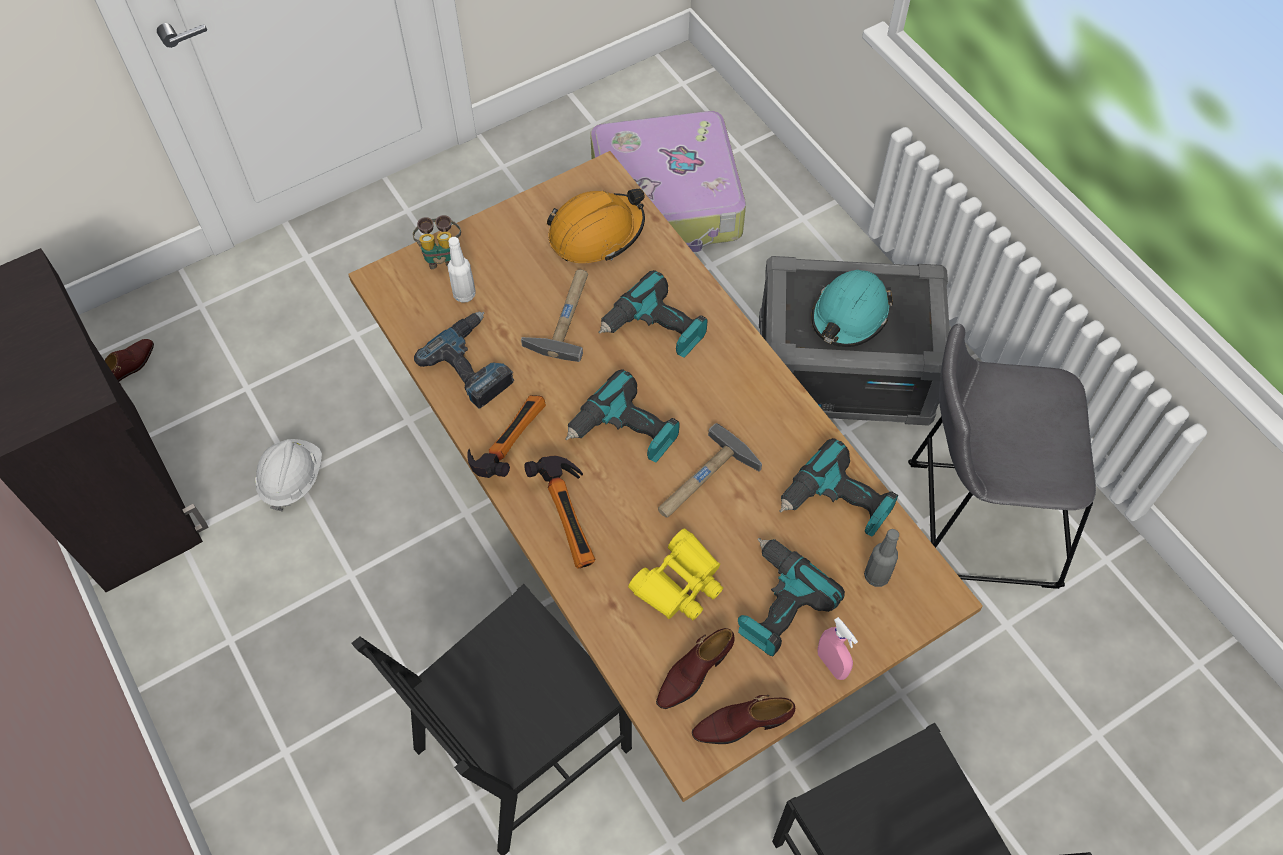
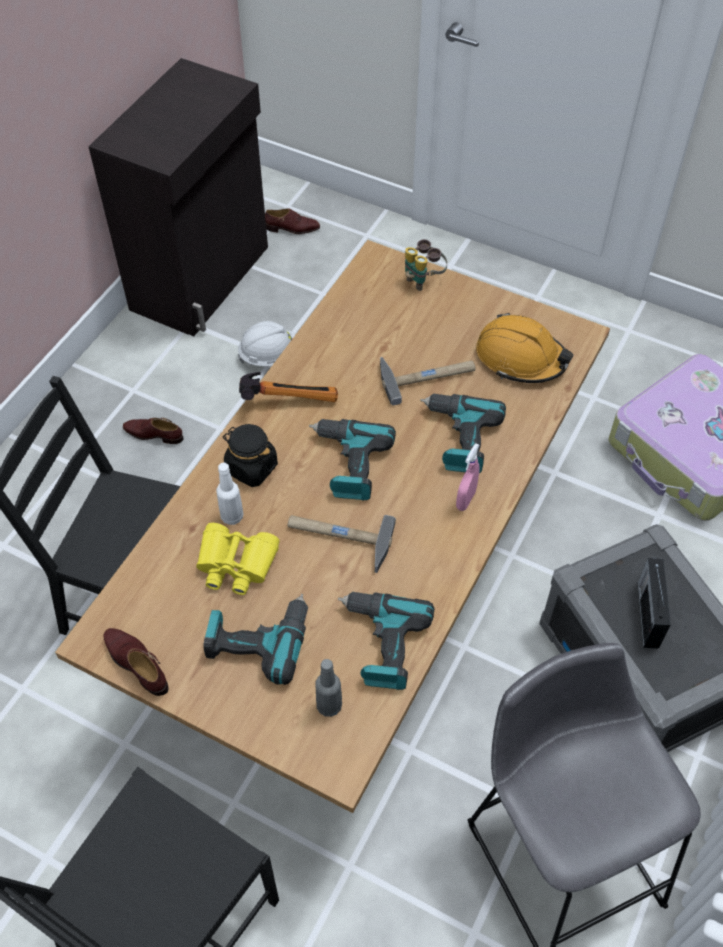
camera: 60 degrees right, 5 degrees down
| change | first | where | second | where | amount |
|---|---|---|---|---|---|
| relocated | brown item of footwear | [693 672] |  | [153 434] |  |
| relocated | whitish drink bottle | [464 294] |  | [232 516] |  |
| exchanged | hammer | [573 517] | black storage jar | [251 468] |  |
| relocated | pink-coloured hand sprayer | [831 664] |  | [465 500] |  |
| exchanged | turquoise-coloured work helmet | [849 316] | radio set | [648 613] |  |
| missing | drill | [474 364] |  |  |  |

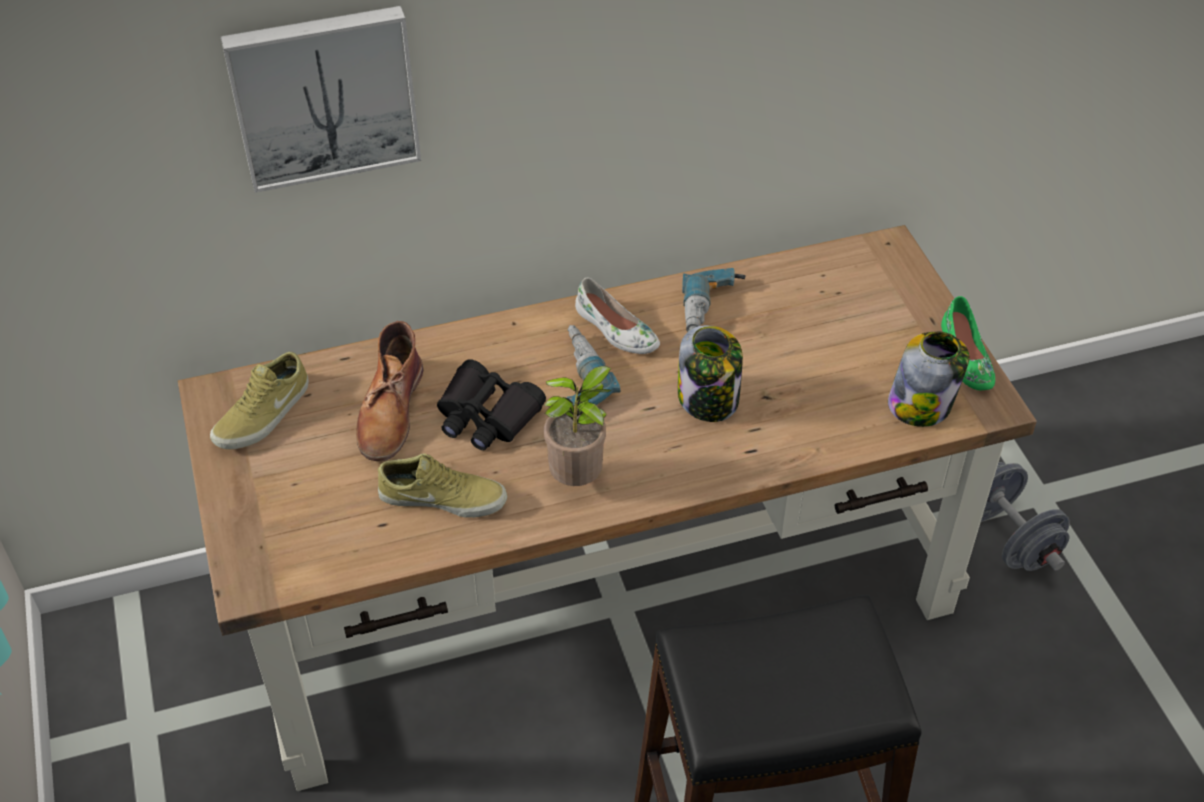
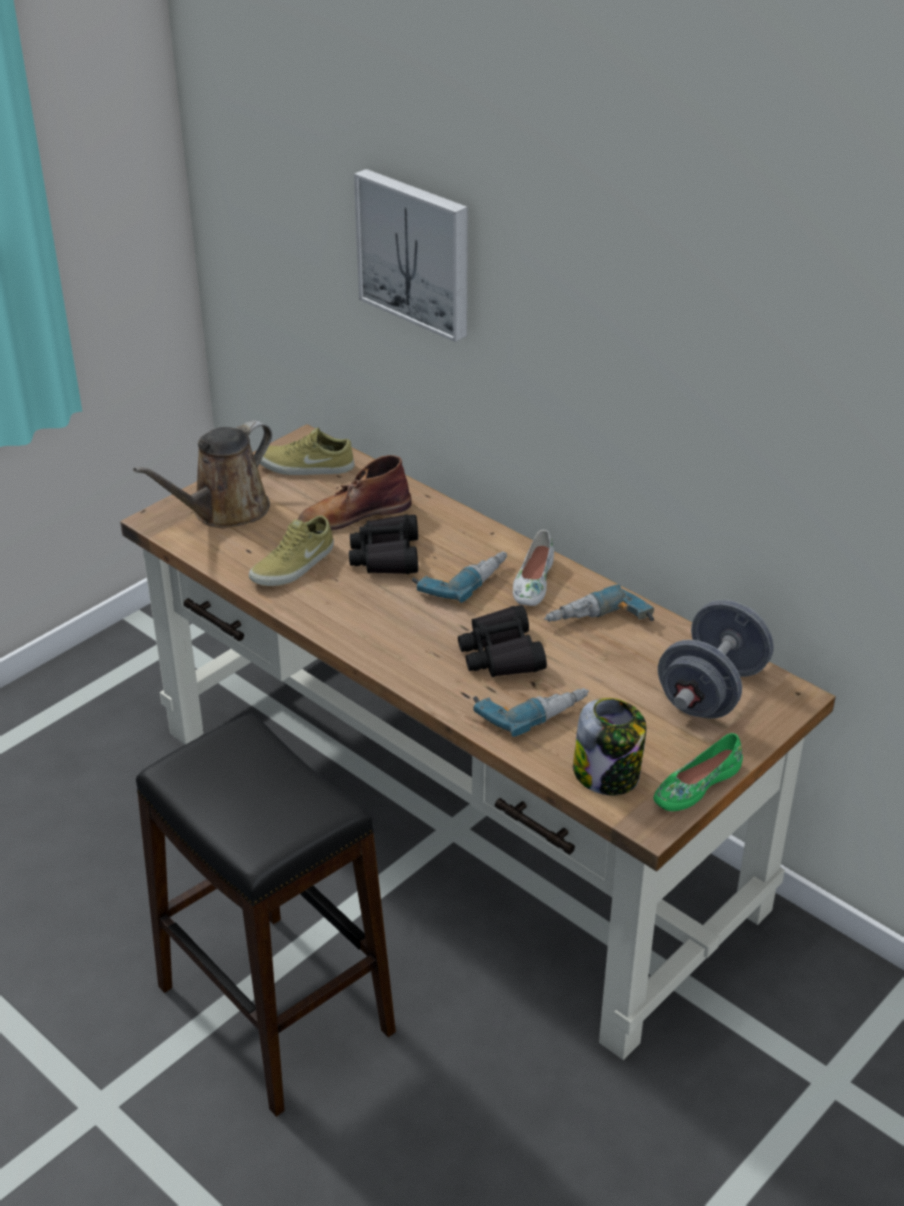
camera: 60 degrees right, 10 degrees down
| change | first | where | second | where | amount |
|---|---|---|---|---|---|
| appeared |  |  | brown watering can | [224 511] |  |
| spun | sand-coloured item of footwear | [443 496] |  | [294 566] | 60 degrees clockwise |
| exchanged | storage jar | [709 400] | black field glasses | [501 654] |  |
| appeared |  |  | drill | [530 709] |  |
| relocated | gray free weight | [1007 538] |  | [711 691] |  |
| missing | houseplant | [579 479] |  |  |  |

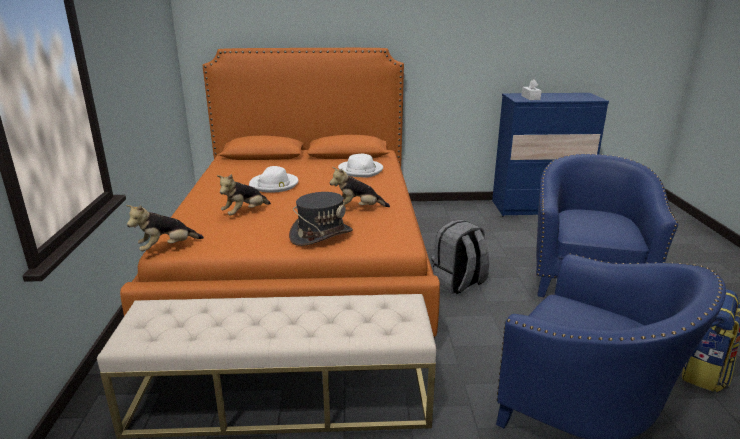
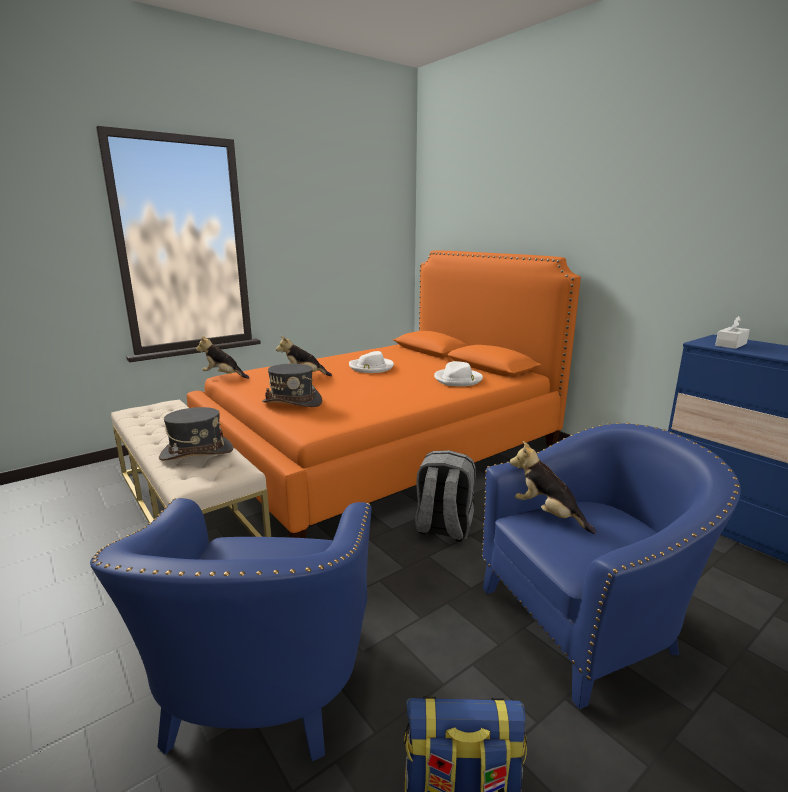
camera: 55 degrees right, 5 degrees down
| change | first | where | second | where | amount |
|---|---|---|---|---|---|
| appeared |  |  | gray hat | [196 453] |  |
| relocated | plush toy | [358 209] |  | [547 514] |  |

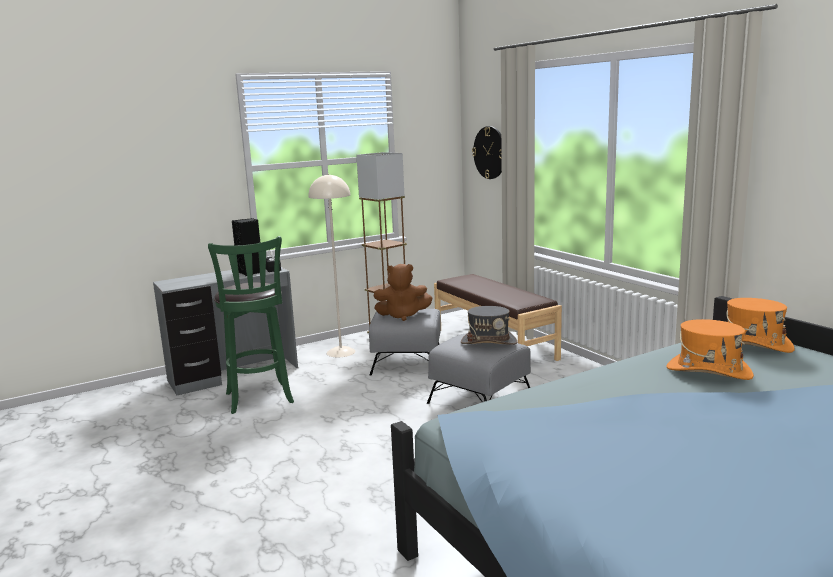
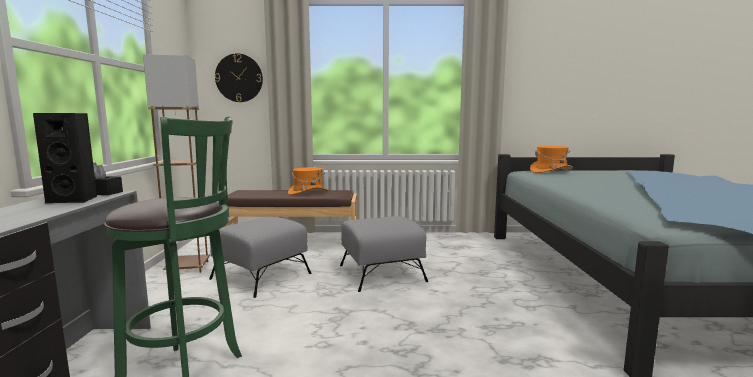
camera: 60 degrees left, 5 degrees down
| change | first | where | second | where | amount |
|---|---|---|---|---|---|
| relocated | orange-coloured hat | [708 371] |  | [308 192] |  |
| missing | sand-coloured floor lamp | [341 352] |  |  |  |
| missing | brown plush toy | [402 315] |  |  |  |
| missing | gray hat | [489 342] |  |  |  |

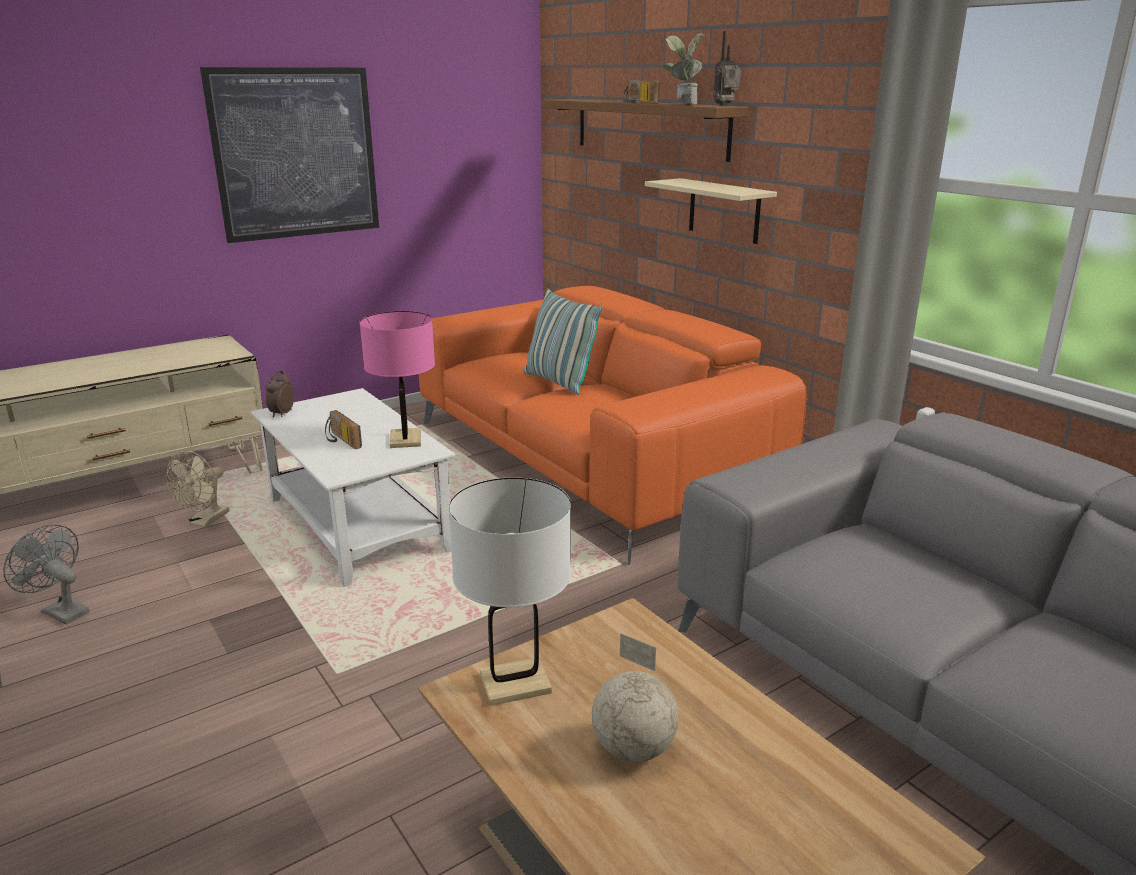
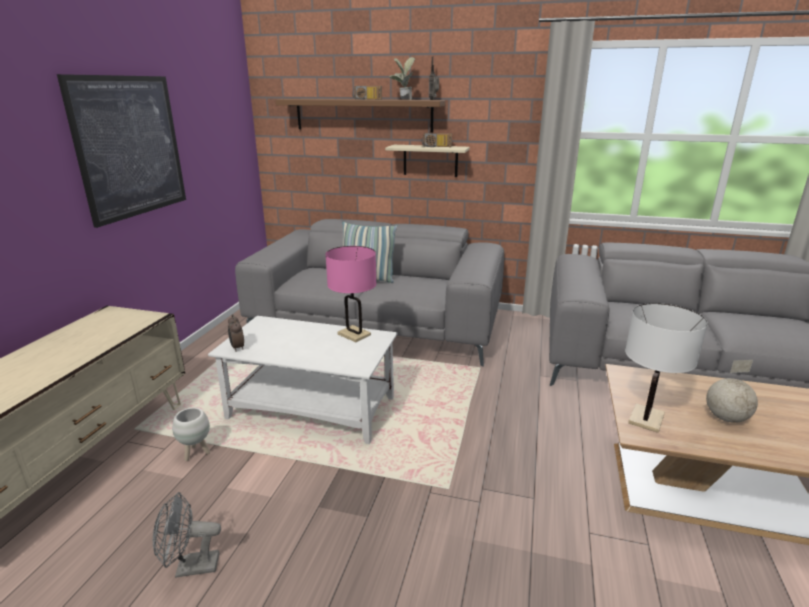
camera: 40 degrees left, 0 degrees up
| change | first | where | second | where | amount |
|---|---|---|---|---|---|
| exchanged | sand-coloured fan | [205 521] | whitish plant pot | [196 453] |  |
| colour | orange-coloured settee | [590 458] | gray settee | [378 323] |  |
| relocated | radio set | [340 441] |  | [436 146] |  |

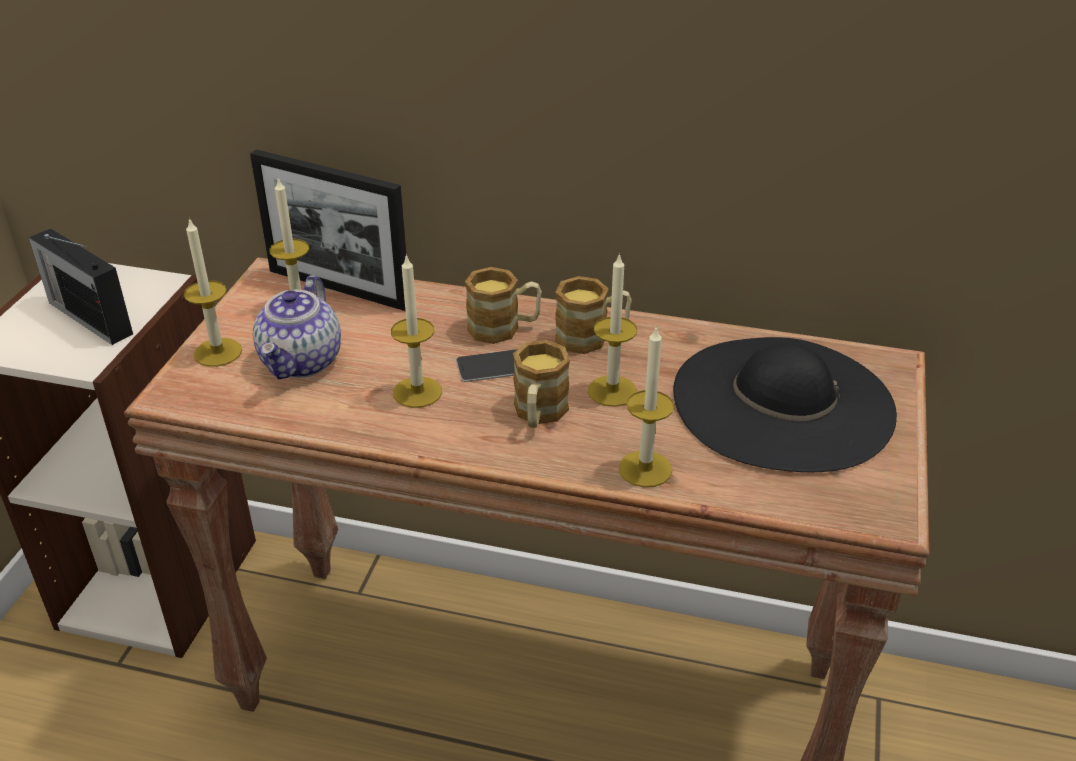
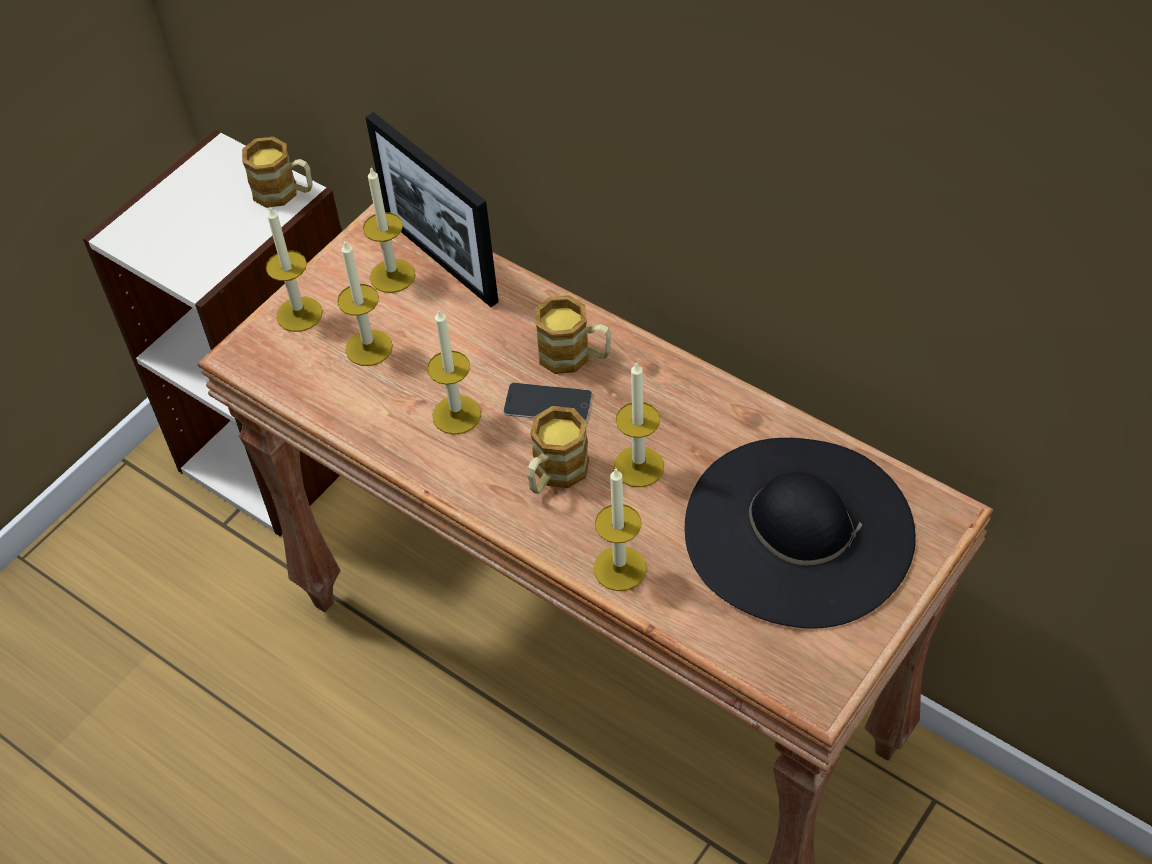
camera: 25 degrees right, 15 degrees up
| change | first | where | second | where | amount |
|---|---|---|---|---|---|
| relocated | tea mug | [592 338] |  | [284 193] |  |
| exchanged | tea pot | [302 362] | wax candle | [369 348] |  |
| missing | radio set | [89 317] |  |  |  |

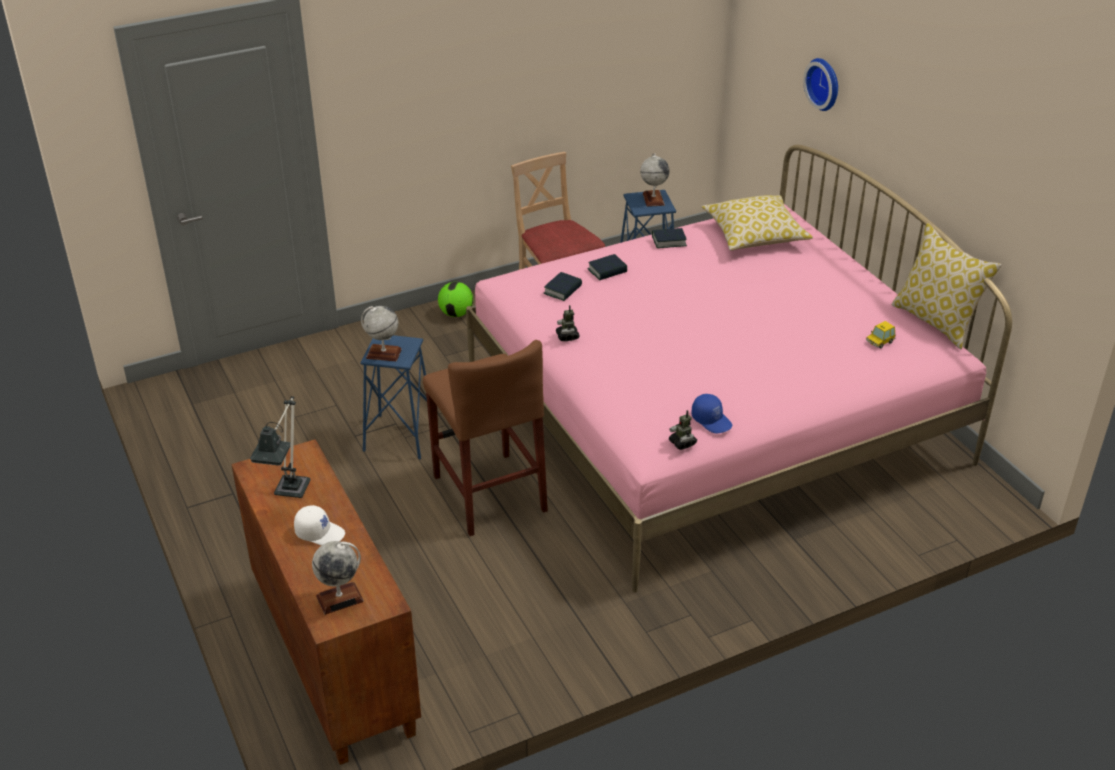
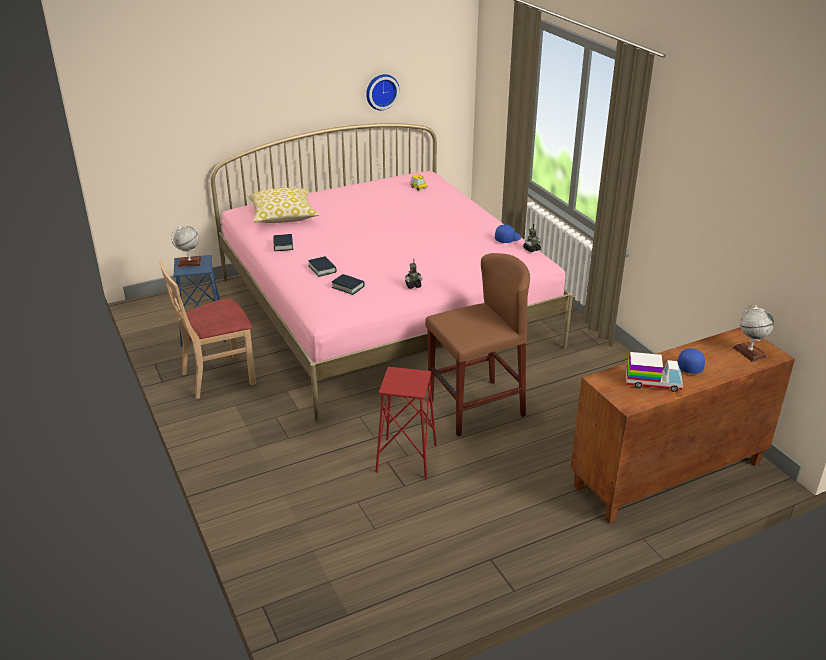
camera: 90 degrees left, 5 degrees down
| change | first | where | second | where | amount |
|---|---|---|---|---|---|
| relocated | clock on the wall | [825 83] |  | [381 91] |  |
| colour | bluish stool | [399 437] | red stool | [406 458] |  |
| exchanged | table lamp | [289 494] | toy lorry | [653 383] |  |
| colour | whitish baseball cap | [320 532] | bluish baseball cap | [689 365] |  |
| missing | desk globe | [383 353] |  |  |  |
| missing | football ball | [456 313] |  |  |  |
| missing | throw pillow | [936 322] |  |  |  |

